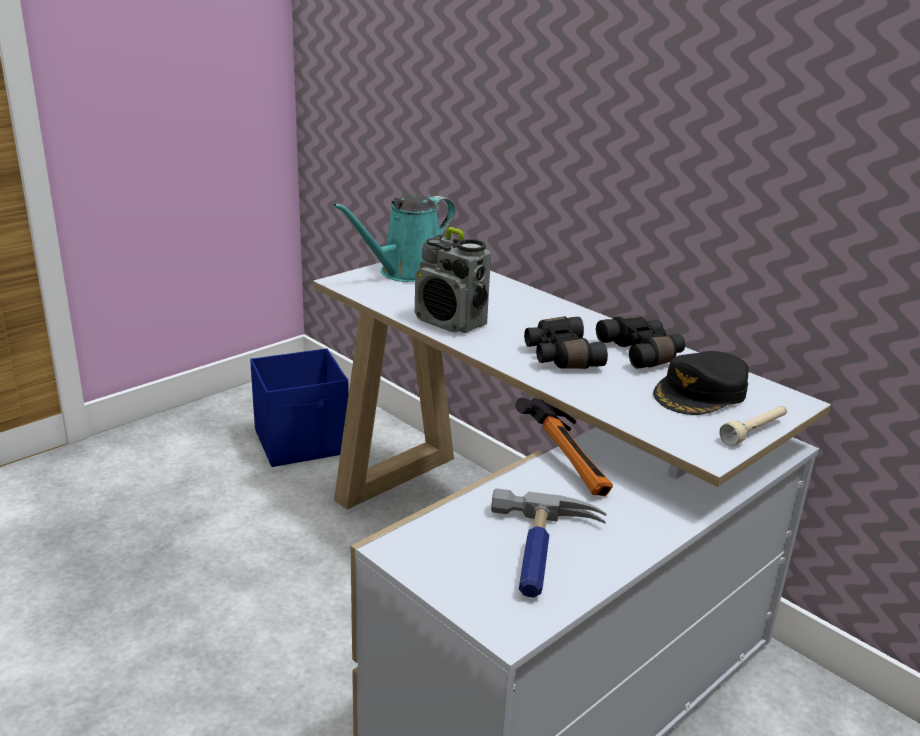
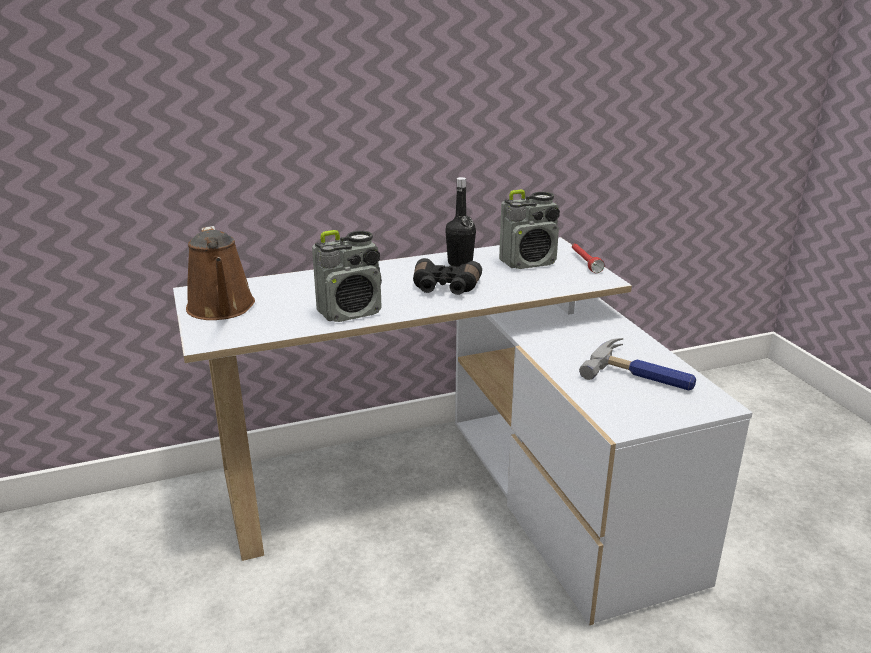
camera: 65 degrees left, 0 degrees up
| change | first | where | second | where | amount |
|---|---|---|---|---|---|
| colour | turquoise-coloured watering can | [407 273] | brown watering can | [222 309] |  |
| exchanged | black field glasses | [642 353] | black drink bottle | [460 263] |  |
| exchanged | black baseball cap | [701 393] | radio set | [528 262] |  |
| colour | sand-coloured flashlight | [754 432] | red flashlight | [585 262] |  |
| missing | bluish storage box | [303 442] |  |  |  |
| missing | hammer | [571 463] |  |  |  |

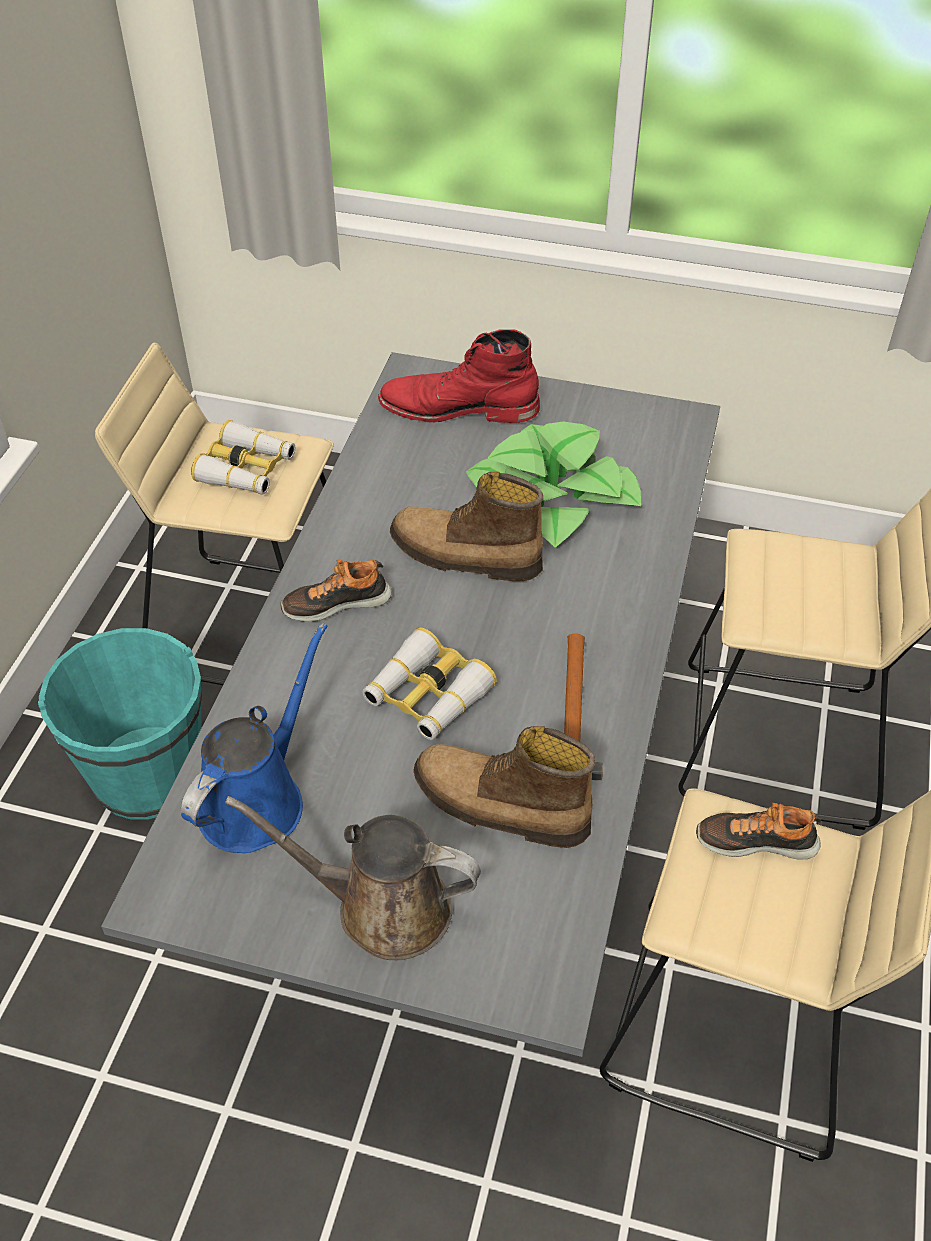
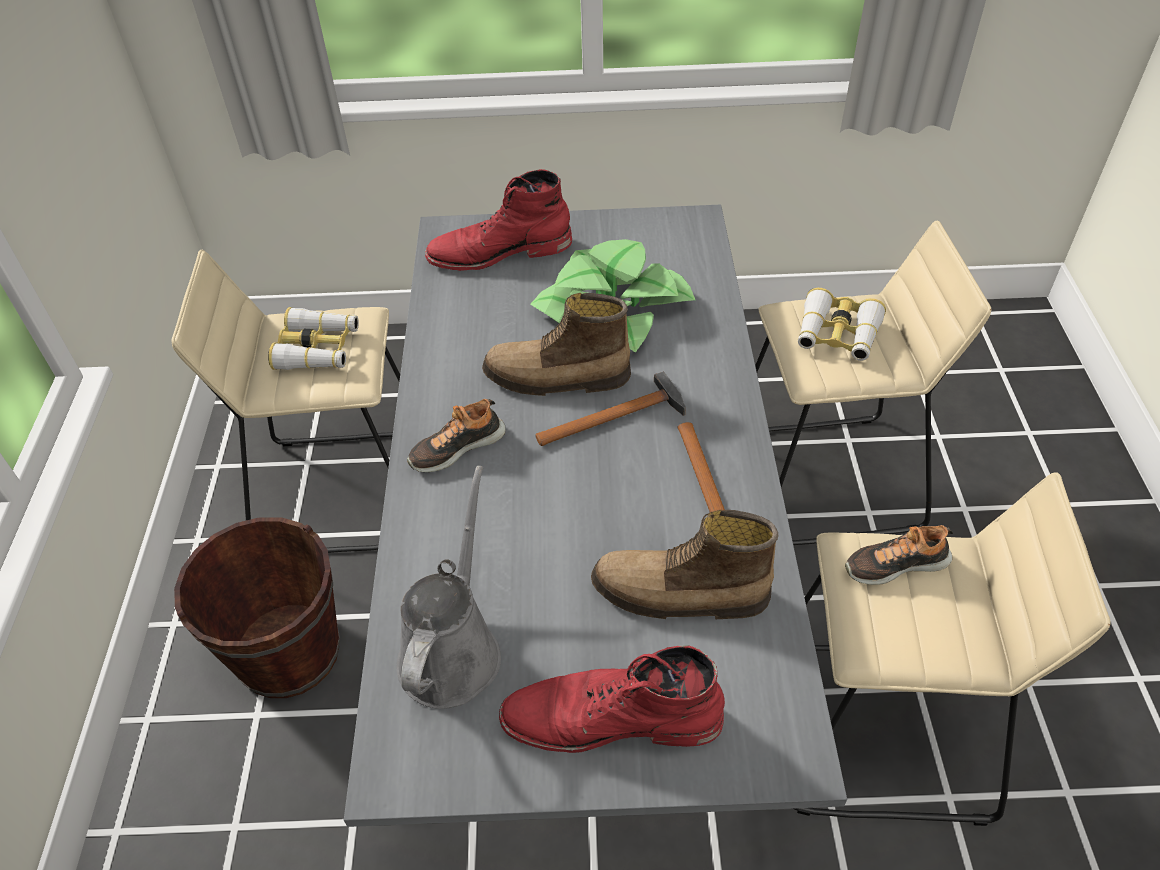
camera: 15 degrees left, 0 degrees up
| change | first | where | second | where | amount |
|---|---|---|---|---|---|
| colour | turquoise-coloured bucket | [148 775] | brown bucket | [289 652] |  |
| colour | bluish watering can | [257 799] | gray watering can | [452 649] |  |
| exchanged | brown watering can | [382 907] | red high-top boot | [611 719] |  |
| appeared |  |  | hammer | [617 416] |  |
| relocated | field glasses | [427 695] |  | [837 335] |  |

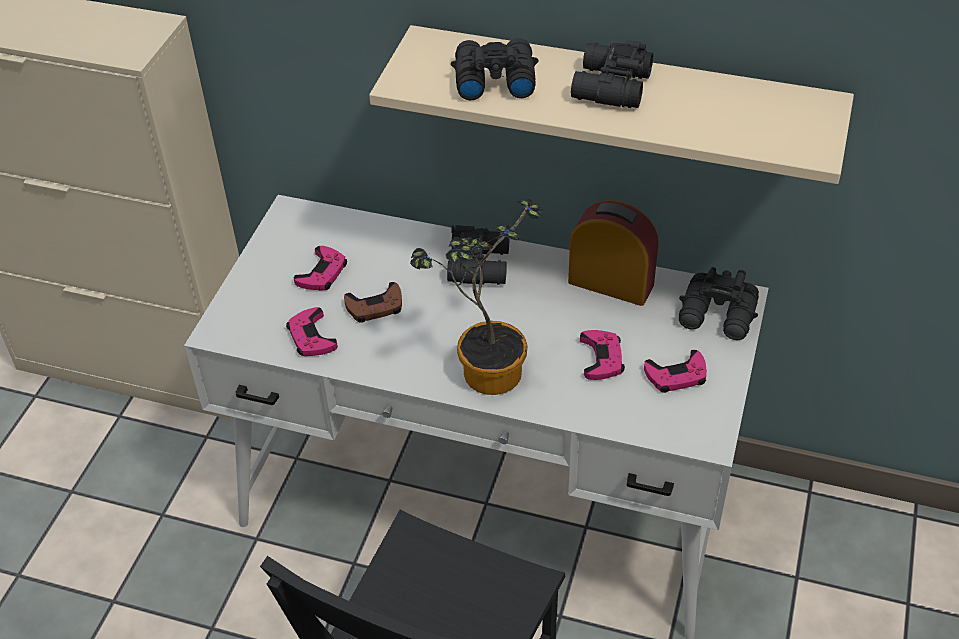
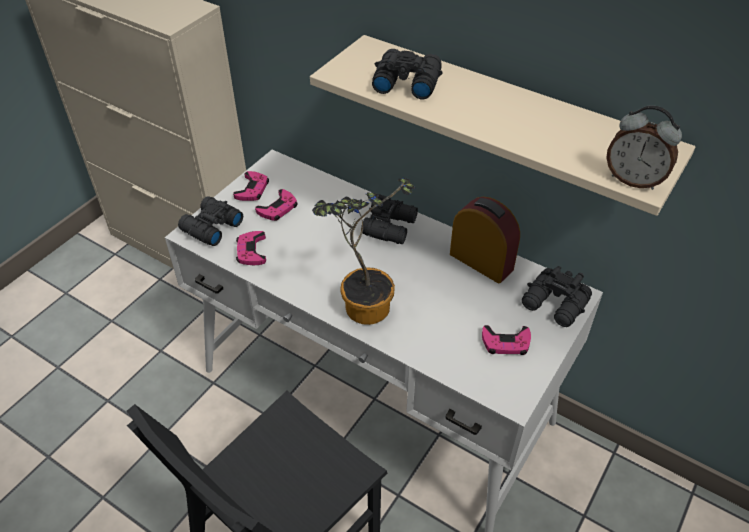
camera: 15 degrees right, 0 degrees up
| change | first | where | second | where | amount |
|---|---|---|---|---|---|
| relocated | black field glasses | [609 87] |  | [210 227] |  |
| relocated | pink-coloured gamepad | [601 358] |  | [252 189] |  |
| appeared |  |  | alarm clock | [633 179] |  |
| missing | brown gamepad | [375 307] |  |  |  |

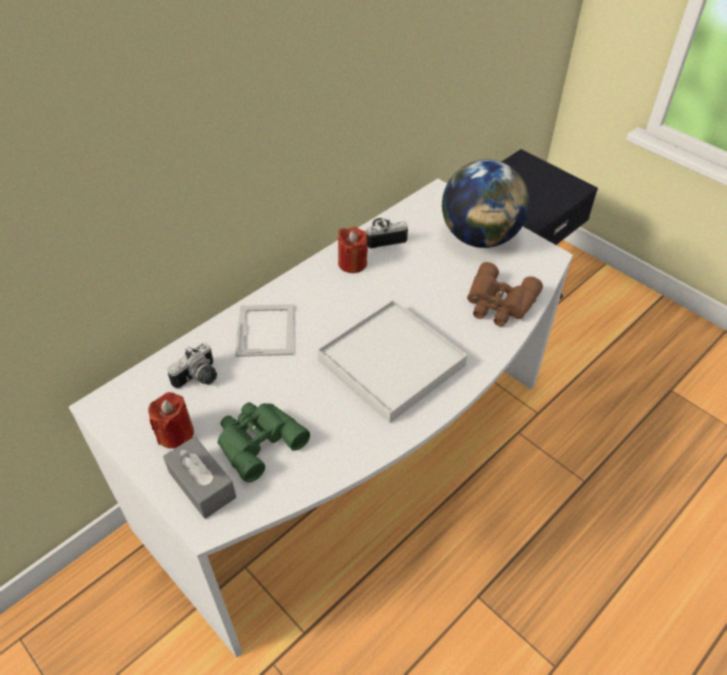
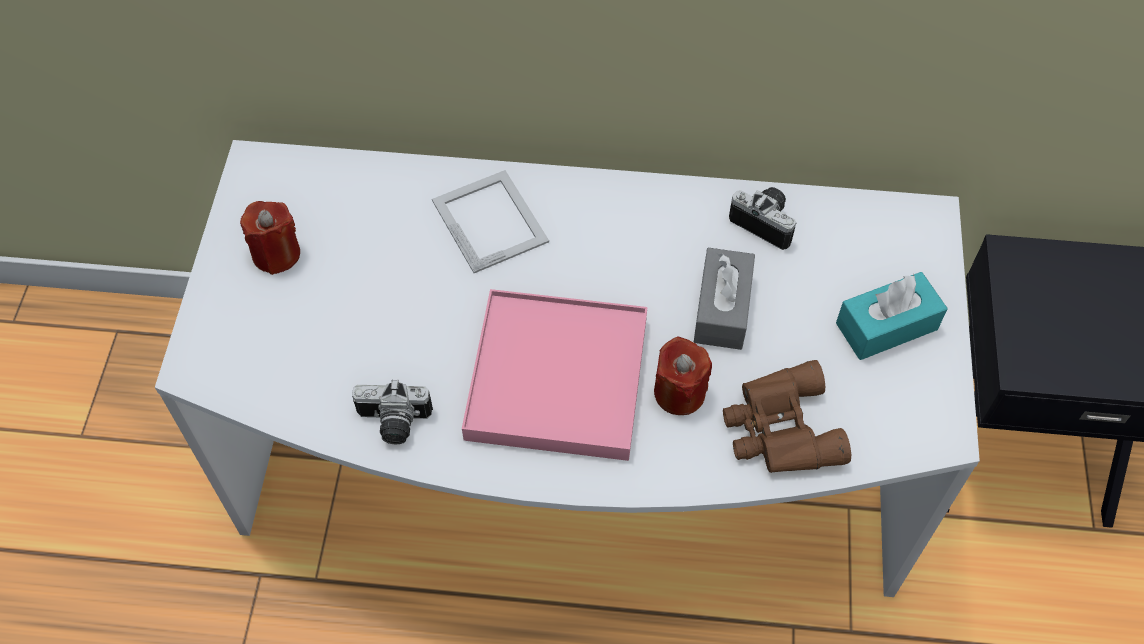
camera: 50 degrees right, 10 degrees up
| change | first | where | second | where | amount |
|---|---|---|---|---|---|
| relocated | photo camera | [199 378] |  | [393 424] |  |
| spun | picture frame | [266 329] |  | [490 219] | 75 degrees counterclockwise |
| colour | whitish serving tray | [391 363] | pink-coloured serving tray | [556 379] |  |
| relocated | red wax candle | [352 263] |  | [679 393] |  |
| relocated | gray tissue holder | [202 484] |  | [722 309] |  |
| exchanged | desk globe | [480 238] | turquoise-coloured tissue holder | [886 326] |  |
| missing | green field glasses | [257 440] |  |  |  |

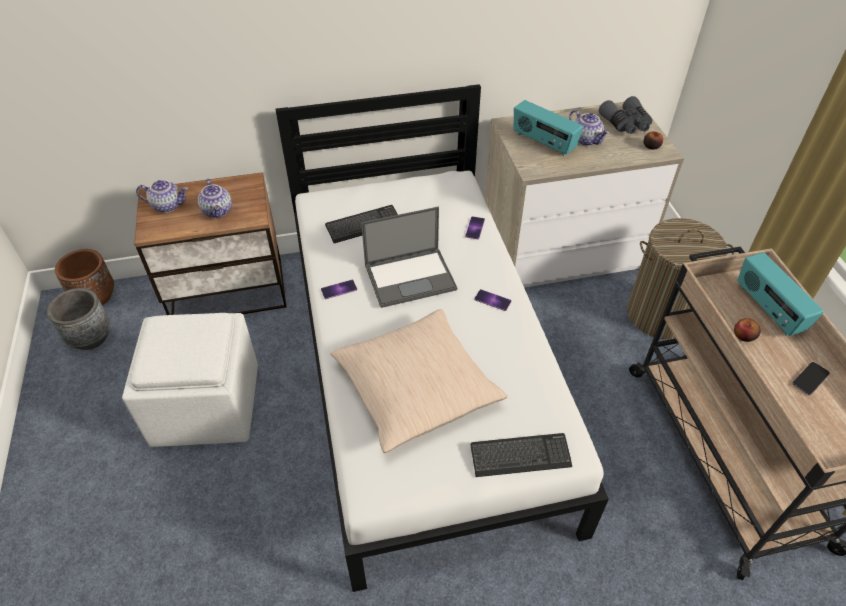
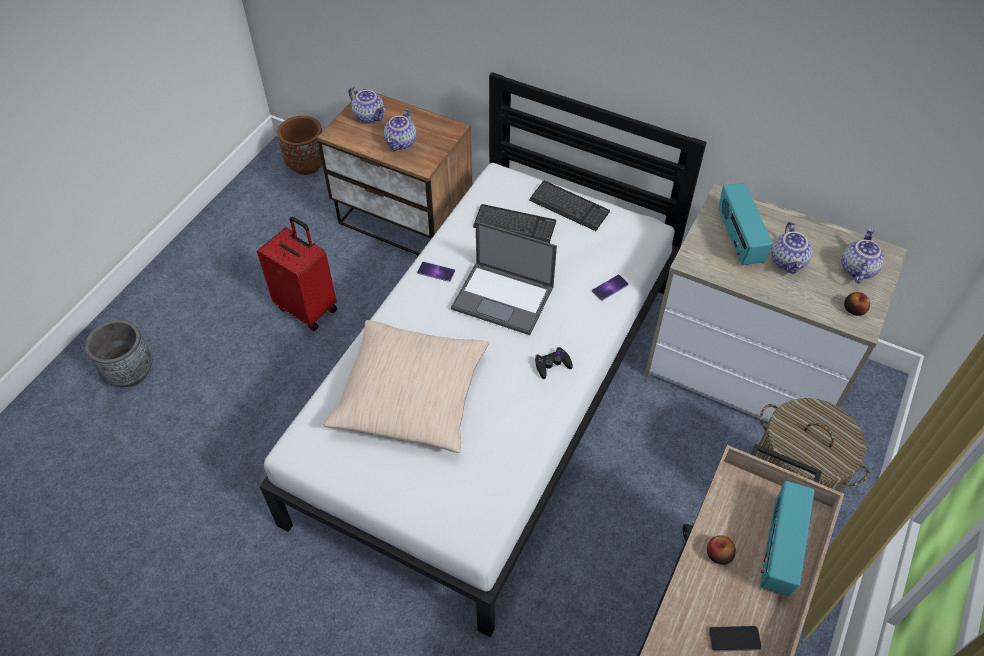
camera: 40 degrees right, 5 degrees up
| change | first | where | second | where | amount |
|---|---|---|---|---|---|
| relocated | gray plant pot | [90 337] |  | [130 372] |  |
| exchanged | whitish footrest | [208 404] | red piece of luggage | [308 308] |  |
| relocated | PC keyboard | [520 456] |  | [569 207] |  |
| exchanged | telephone | [492 300] | black gamepad | [552 365] |  |
| exchanged | gray field glasses | [626 124] | tea pot | [856 269] |  |

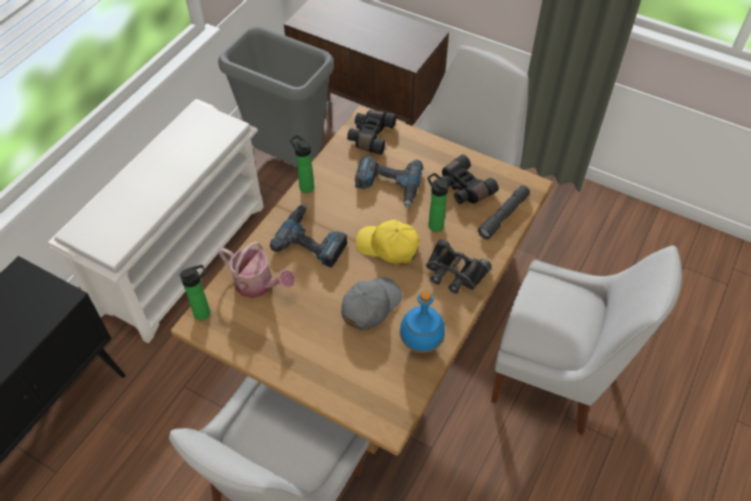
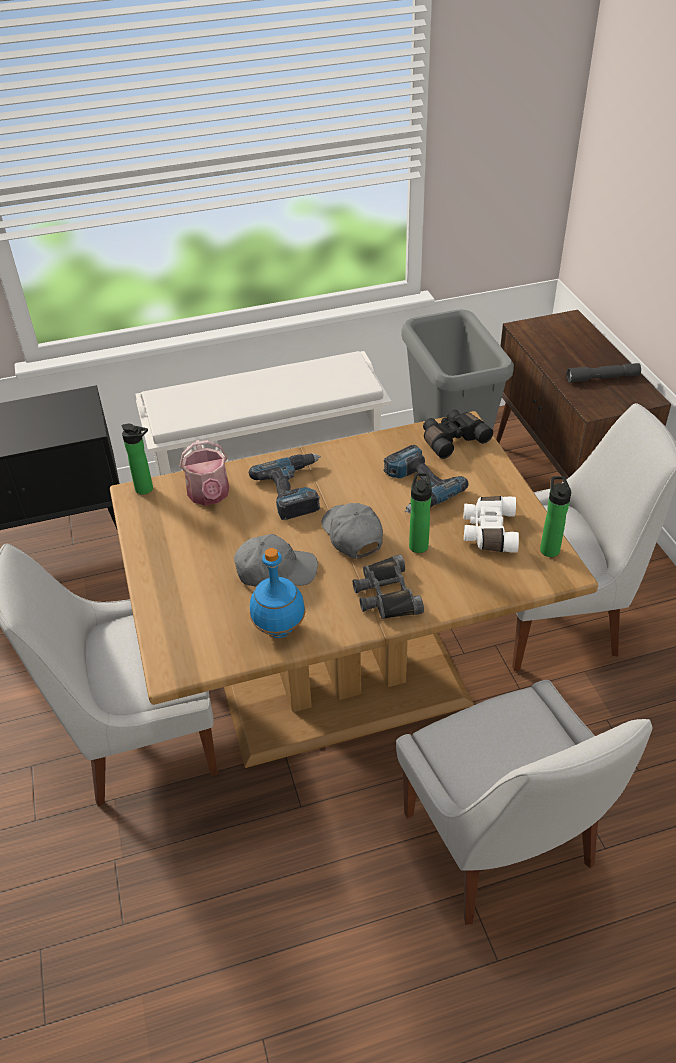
camera: 45 degrees right, 10 degrees down
| change | first | where | second | where | amount |
|---|---|---|---|---|---|
| colour | yellow baseball cap | [388 246] | gray baseball cap | [352 535] |  |
| colour | black field glasses | [463 188] | whitish field glasses | [488 532] |  |
| relocated | drink bottle | [305 186] |  | [549 548] |  |
| relocated | gray flashlight | [503 216] |  | [602 378] |  |

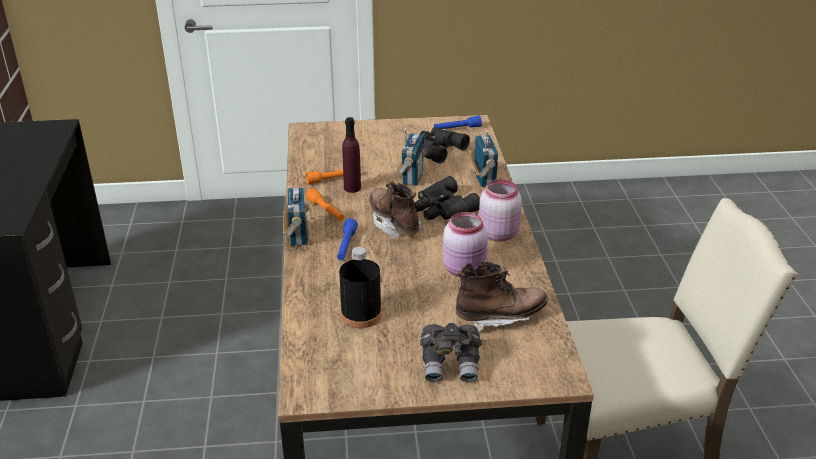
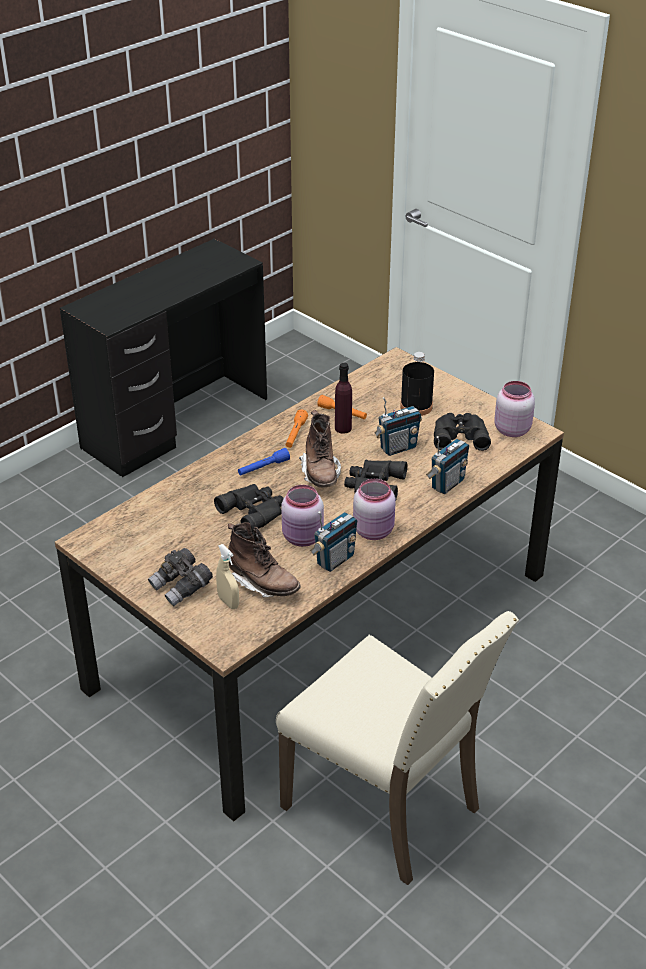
camera: 50 degrees right, 5 degrees up
| change | first | where | second | where | amount |
|---|---|---|---|---|---|
| appeared |  |  | black field glasses | [254 511] |  |
| appeared |  |  | sand-coloured hand sprayer | [228 602] |  |
| spun | brown high-top boot | [394 223] |  | [320 473] | 150 degrees clockwise |
| relocated | radio set | [297 236] |  | [334 560] |  |
| relocated | black drink bottle | [361 315] |  | [416 406] |  |
| exchanged | bluish flashlight | [457 129] | pink-coloured storage jar | [511 429] |  |

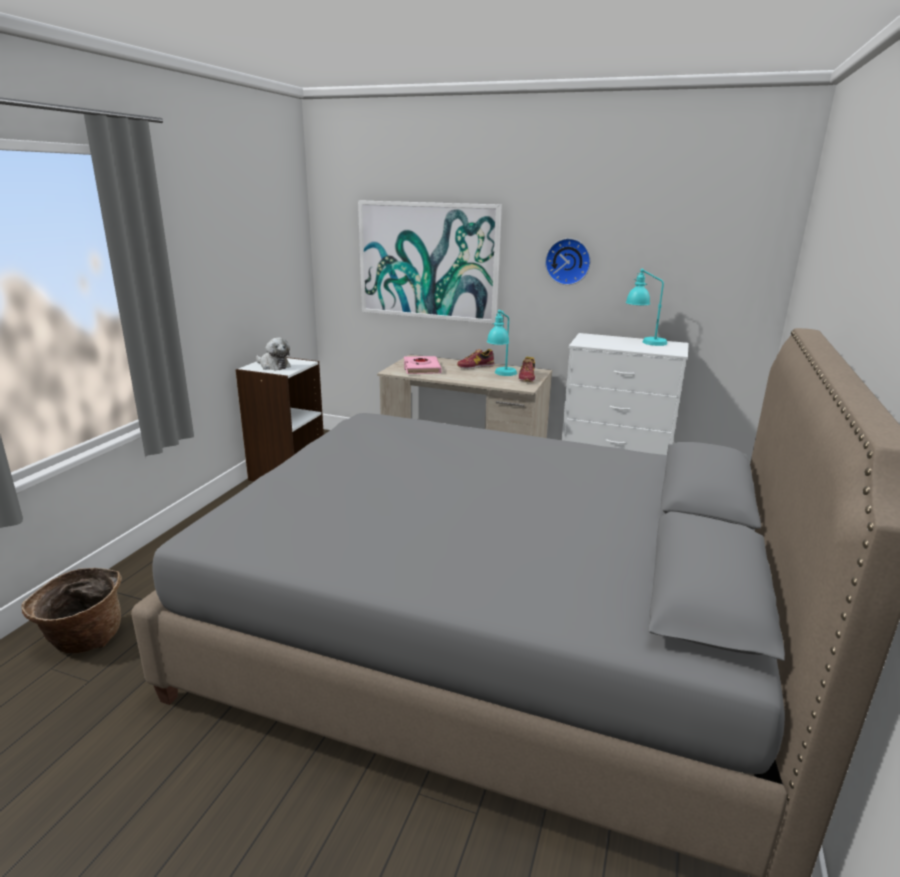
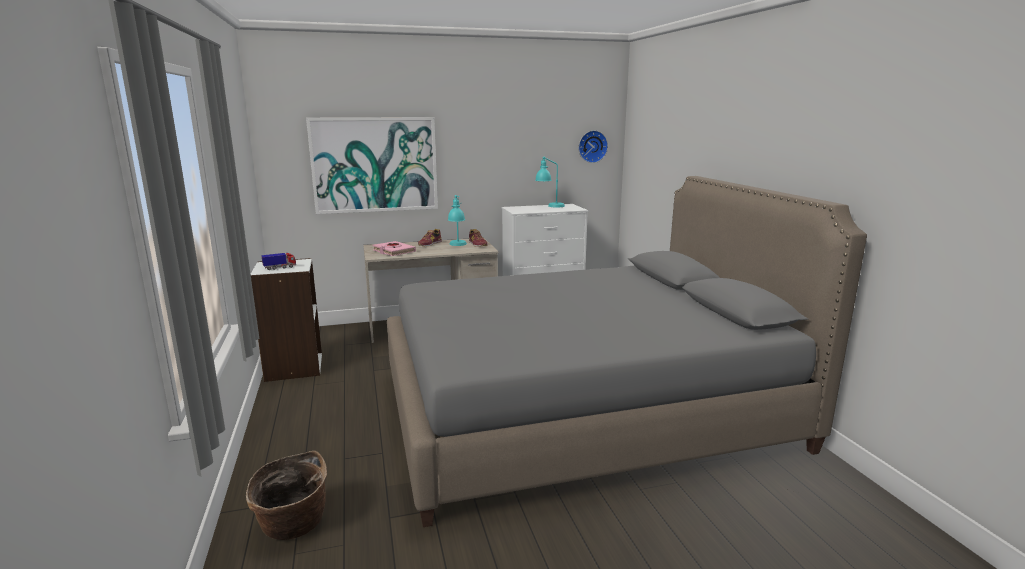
camera: 35 degrees left, 5 degrees down
| change | first | where | second | where | amount |
|---|---|---|---|---|---|
| exchanged | plush toy | [273 366] | toy lorry | [280 267] |  |
| relocated | clock on the wall | [568 261] |  | [592 146] |  |

